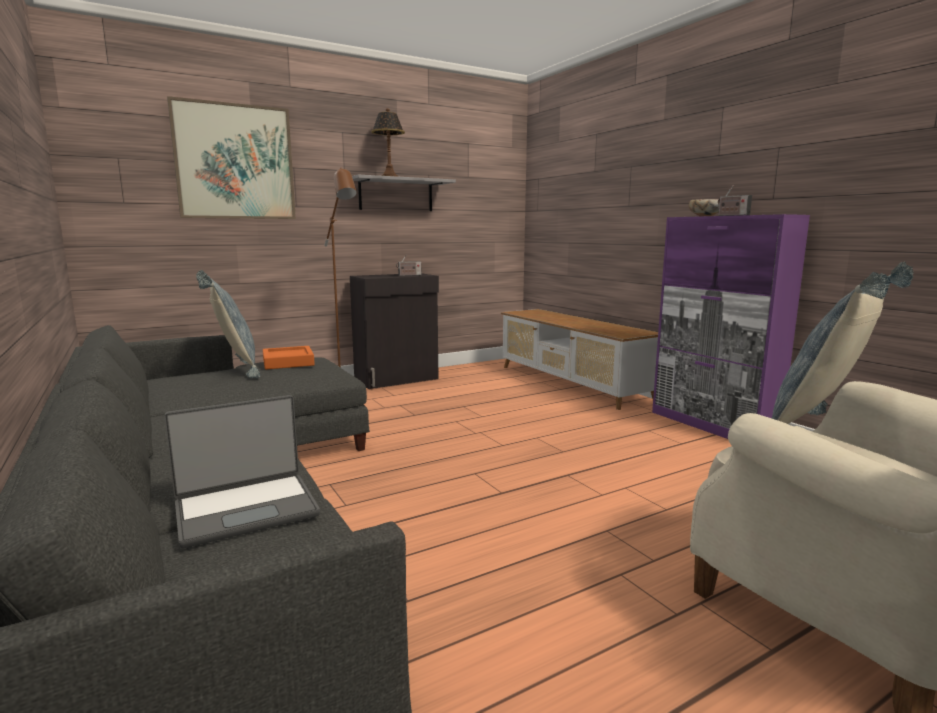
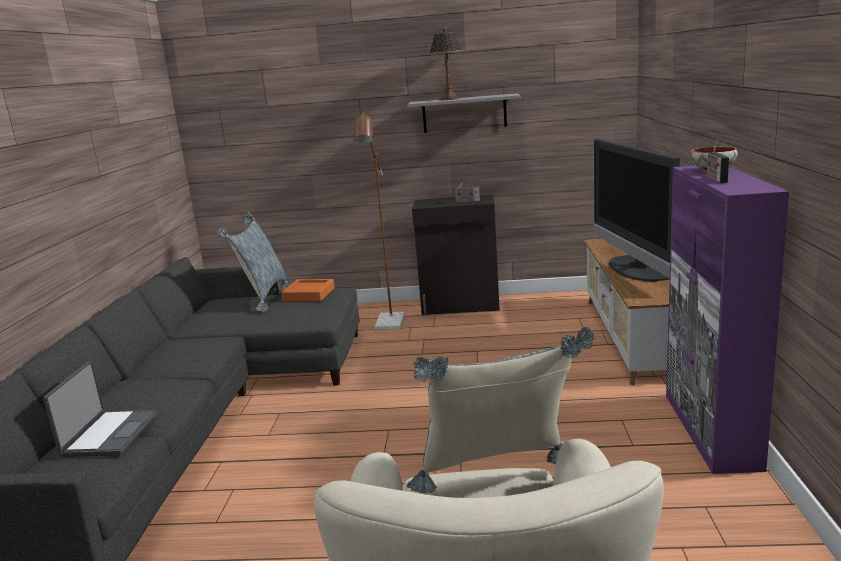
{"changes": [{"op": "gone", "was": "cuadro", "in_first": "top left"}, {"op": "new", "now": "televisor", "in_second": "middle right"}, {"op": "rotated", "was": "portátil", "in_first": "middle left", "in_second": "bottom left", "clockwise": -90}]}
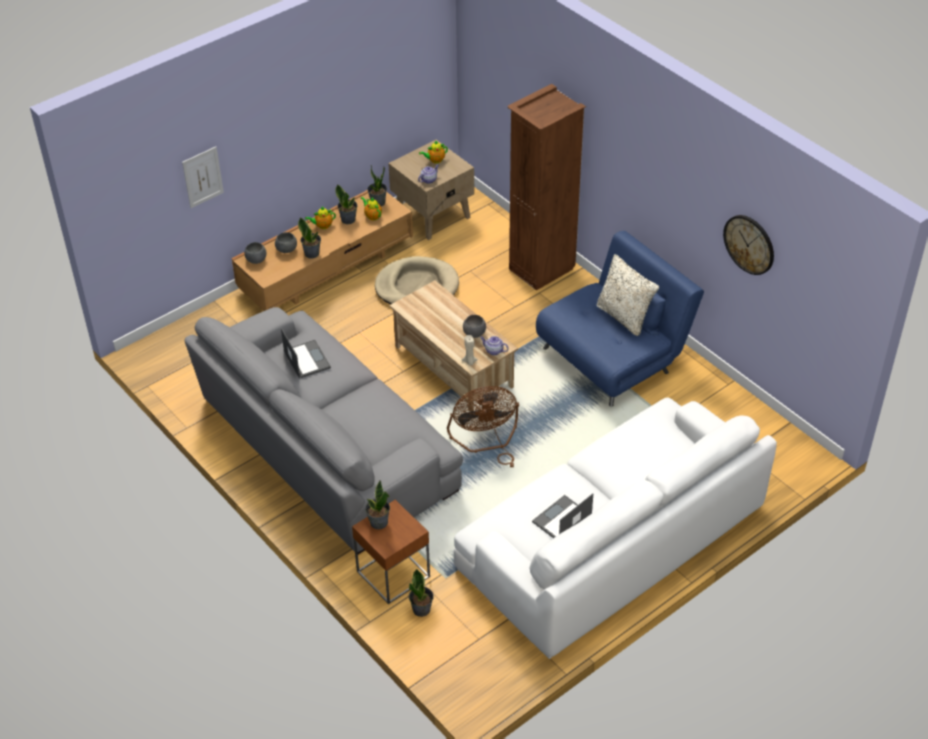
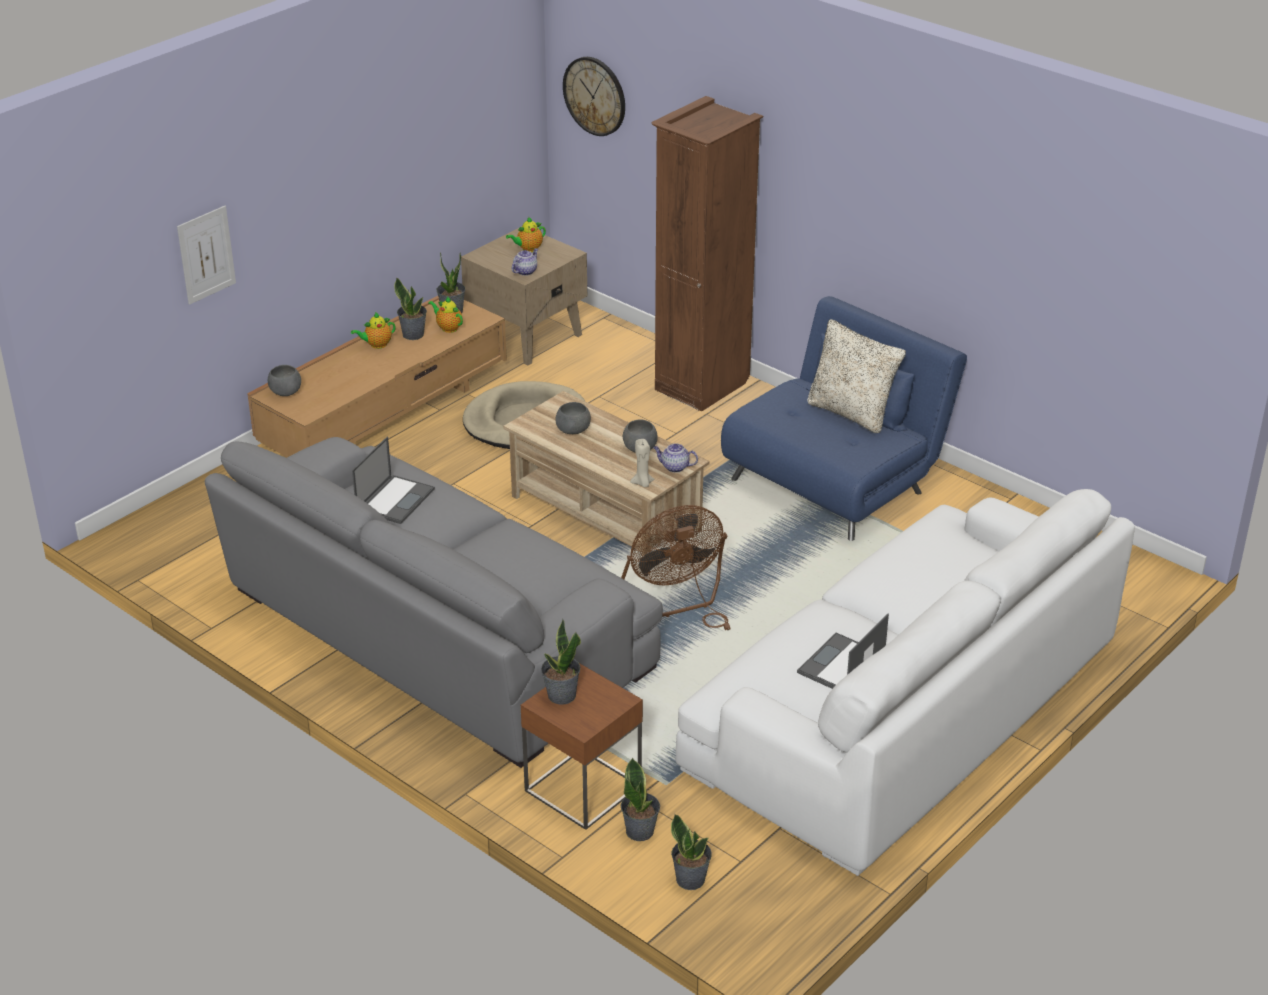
{"changes": [{"op": "shifted", "was": "cuenco (gris) (no. 2 from left)", "in_first": "top left", "in_second": "centre"}, {"op": "shifted", "was": "planta en maceta (no. 1 from left in the first image)", "now": "planta en maceta (no. 5 from left)", "in_first": "top left", "in_second": "bottom centre"}, {"op": "shifted", "was": "reloj de pared", "in_first": "top right", "in_second": "top centre"}, {"op": "rotated", "was": "portátil (no. 1 from left)", "in_first": "middle left", "in_second": "middle left", "clockwise": 60}]}
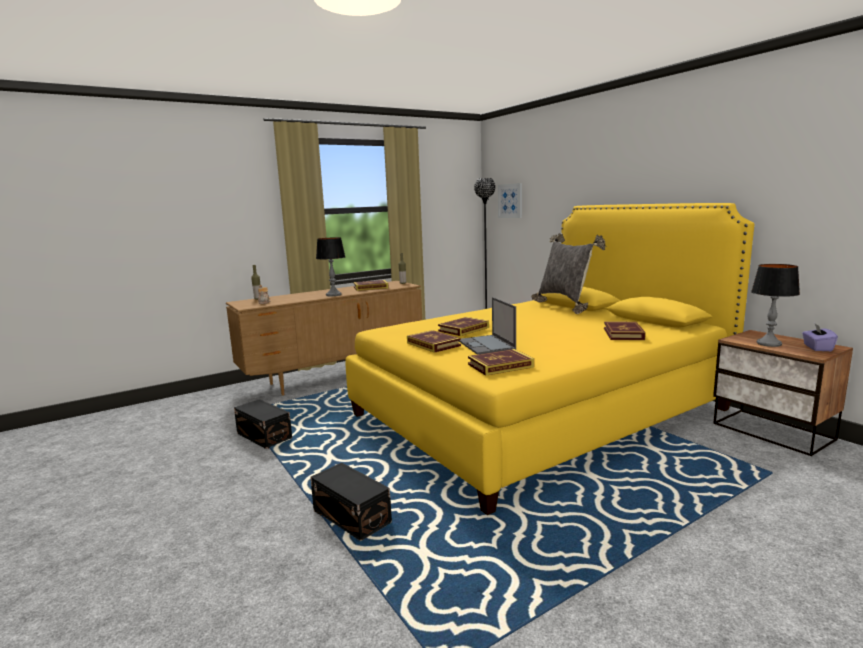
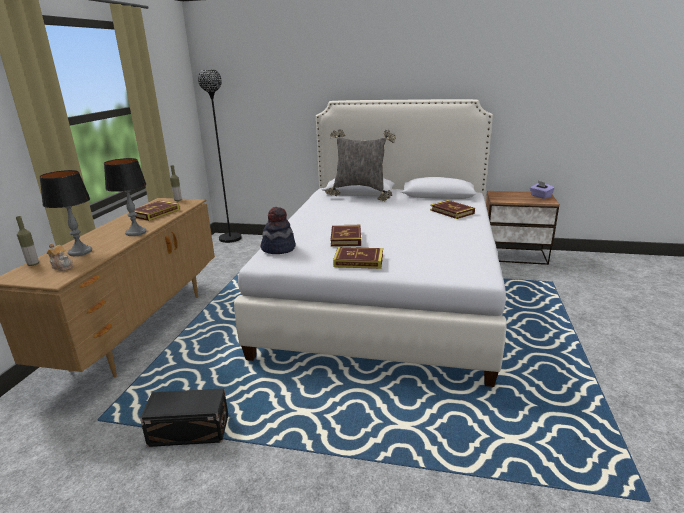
{"changes": [{"op": "gone", "was": "caja de almacenaje (negro) (no. 2 from left)", "in_first": "bottom centre"}, {"op": "gone", "was": "portátil", "in_first": "centre"}, {"op": "gone", "was": "libro (no. 4 from left)", "in_first": "centre"}, {"op": "gone", "was": "cuadro", "in_first": "top centre"}, {"op": "new", "now": "sombrero", "in_second": "centre"}, {"op": "shifted", "was": "lámpara de mesa (no. 2 from left in the first image)", "now": "lámpara de mesa (no. 1 from left)", "in_first": "middle right", "in_second": "middle left"}, {"op": "repainted", "was": "cama (amarillo)", "now": "cama (blanco)", "in_first": "centre", "in_second": "centre"}]}
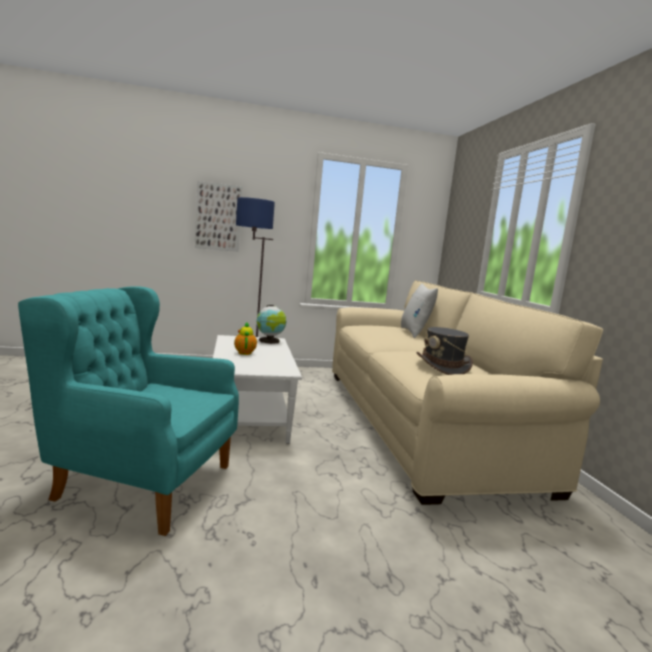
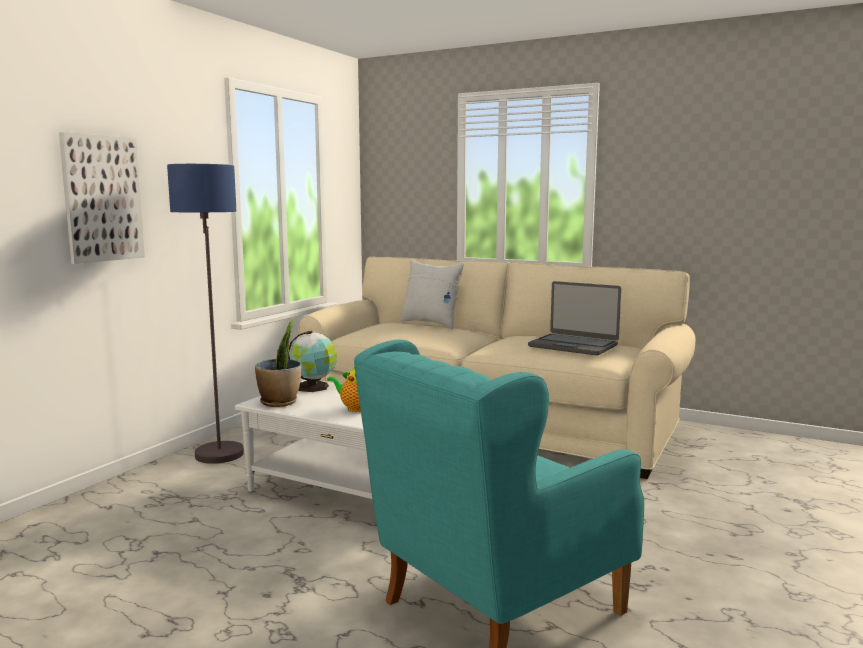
{"changes": [{"op": "new", "now": "planta en maceta", "in_second": "middle left"}, {"op": "swapped", "was": "sombrero (gris)", "now": "portátil", "in_first": "middle right", "in_second": "centre"}]}
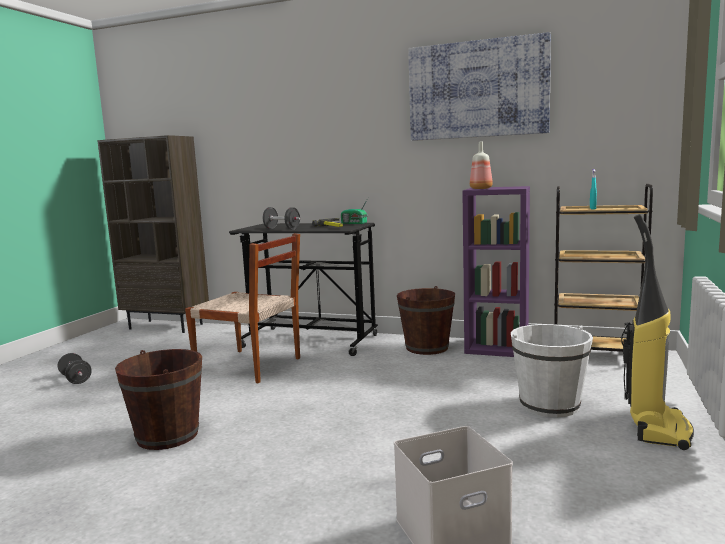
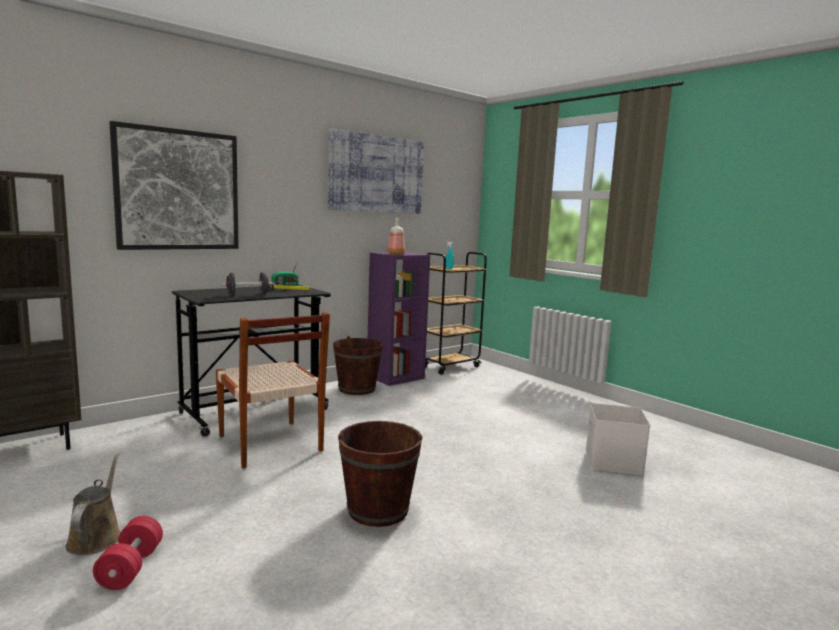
{"changes": [{"op": "gone", "was": "cubo (blanco)", "in_first": "bottom right"}, {"op": "gone", "was": "aspiradora", "in_first": "middle right"}, {"op": "new", "now": "mancuerna (rojo)", "in_second": "bottom left"}, {"op": "new", "now": "cuadro (no. 1 from left)", "in_second": "top left"}, {"op": "swapped", "was": "mancuerna (negro) (no. 1 from left)", "now": "regadera (marrón)", "in_first": "bottom left", "in_second": "bottom left"}, {"op": "rotated", "was": "silla", "in_first": "centre", "in_second": "middle left", "clockwise": 90}]}
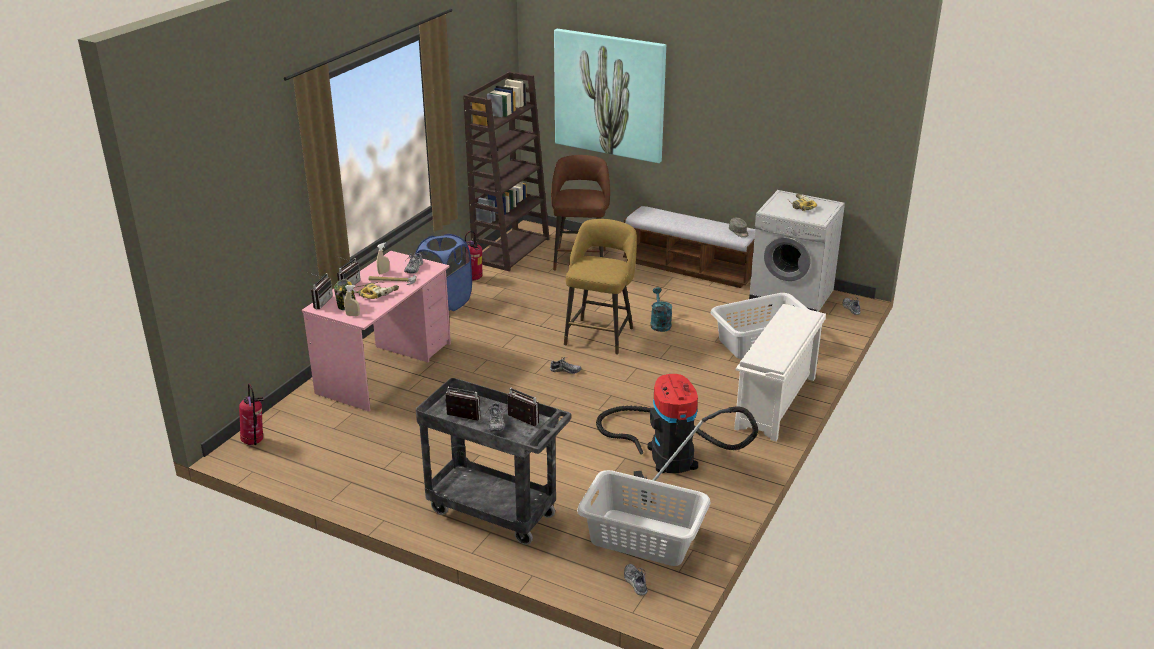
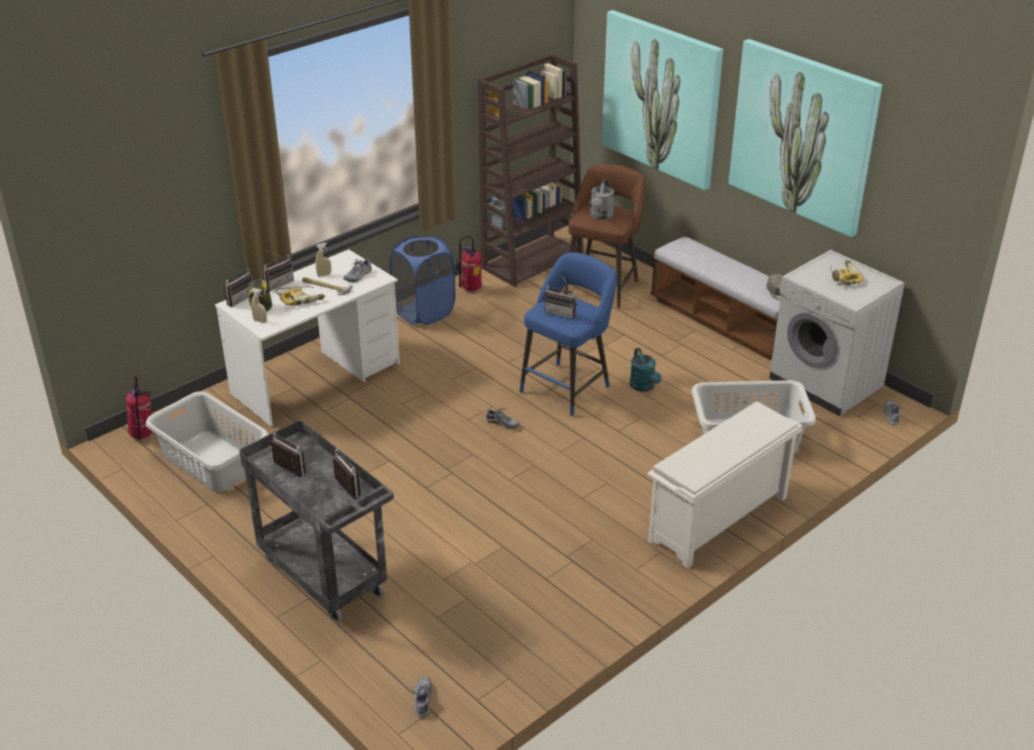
{"changes": [{"op": "gone", "was": "zapato (no. 2 from left)", "in_first": "centre"}, {"op": "gone", "was": "aspiradora", "in_first": "bottom centre"}, {"op": "new", "now": "radio (no. 5 from left)", "in_second": "centre"}, {"op": "new", "now": "regadera (gris)", "in_second": "top centre"}, {"op": "new", "now": "cuadro (no. 2 from left)", "in_second": "top right"}, {"op": "shifted", "was": "cesto de la ropa (gris) (no. 1 from left)", "in_first": "bottom centre", "in_second": "middle left"}, {"op": "repainted", "was": "escritorio (rosa)", "now": "escritorio (blanco)", "in_first": "middle left", "in_second": "middle left"}, {"op": "repainted", "was": "taburete (amarillo)", "now": "taburete (azul)", "in_first": "centre", "in_second": "centre"}, {"op": "rotated", "was": "regadera (turquesa)", "in_first": "centre", "in_second": "centre", "clockwise": 150}]}
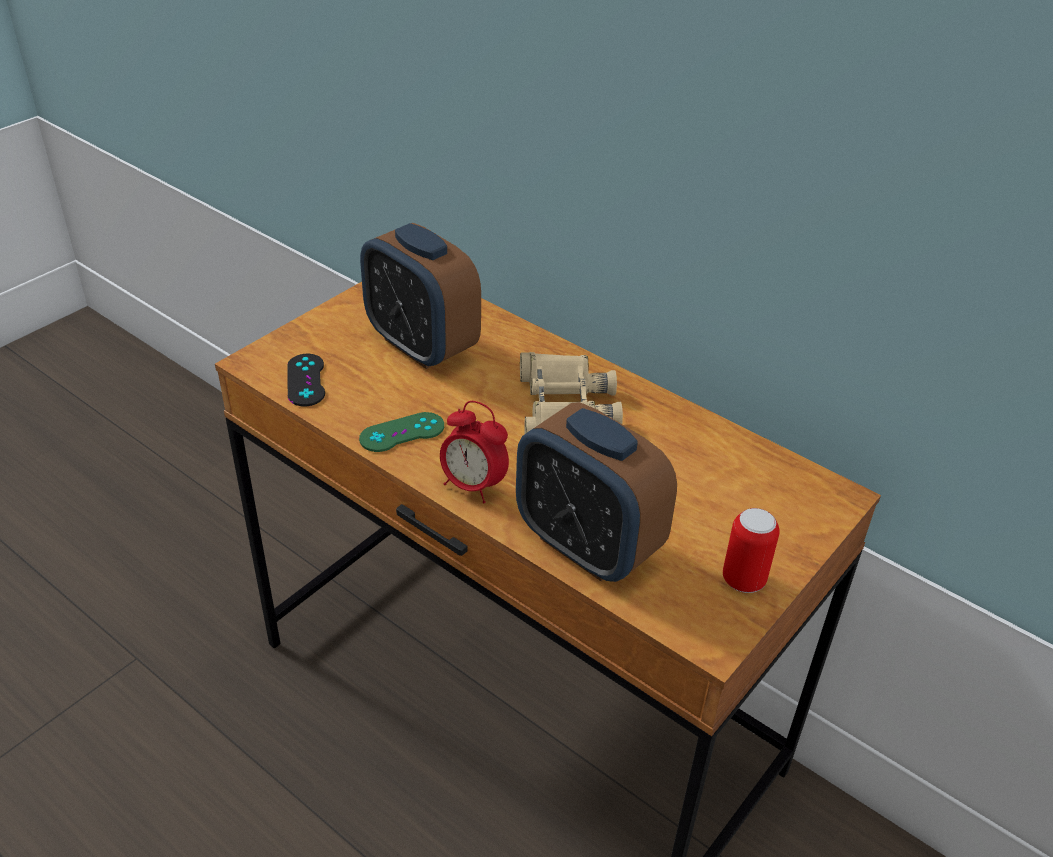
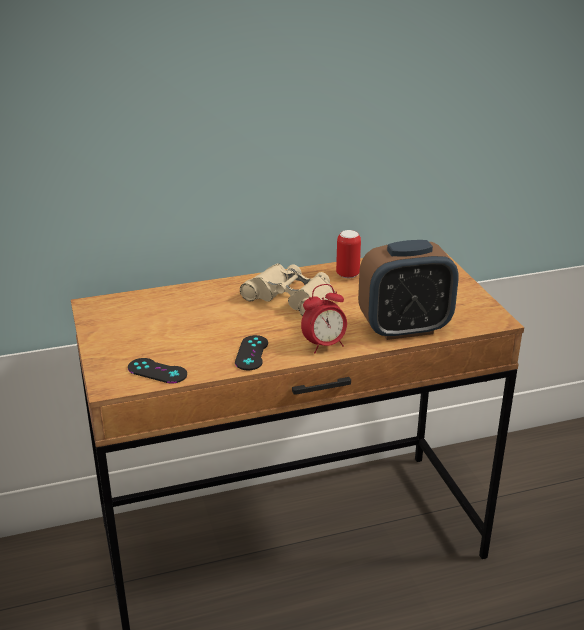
{"changes": [{"op": "gone", "was": "despertador (no. 1 from left)", "in_first": "centre"}, {"op": "shifted", "was": "lata", "in_first": "middle right", "in_second": "centre"}, {"op": "repainted", "was": "mando de consola (verde)", "now": "mando de consola (negro) (no. 2 from left)", "in_first": "centre", "in_second": "centre"}]}
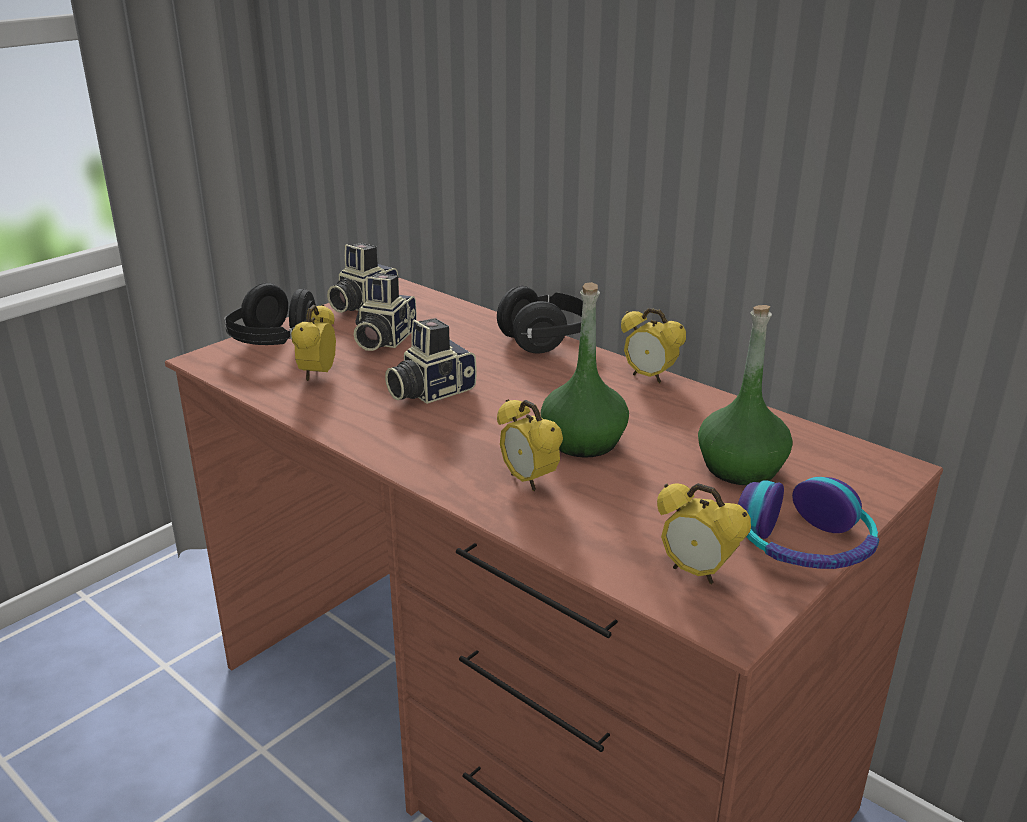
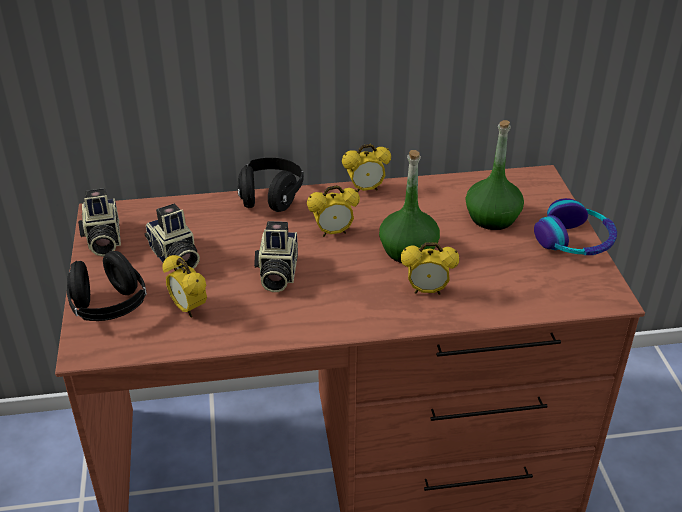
{"changes": [{"op": "shifted", "was": "despertador (no. 4 from left in the first image)", "now": "despertador (no. 2 from left)", "in_first": "middle right", "in_second": "centre"}]}
